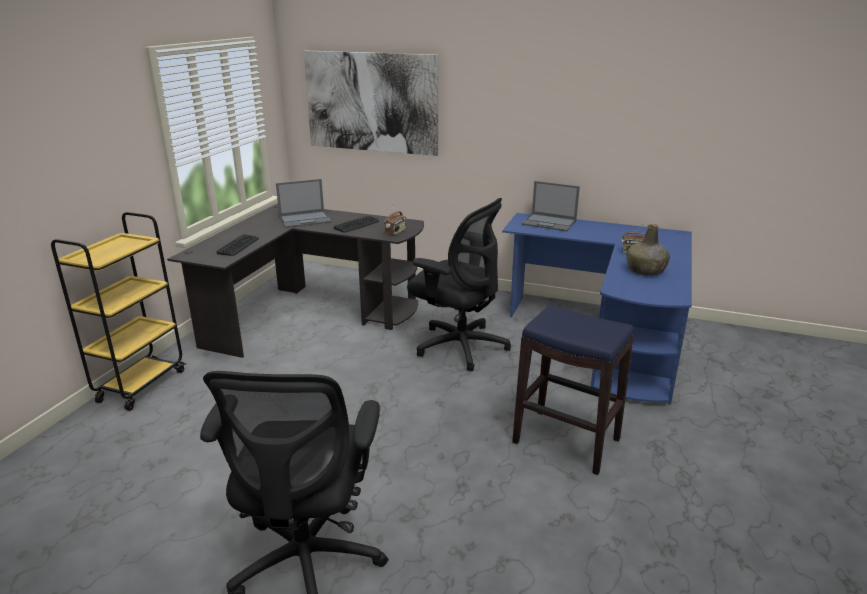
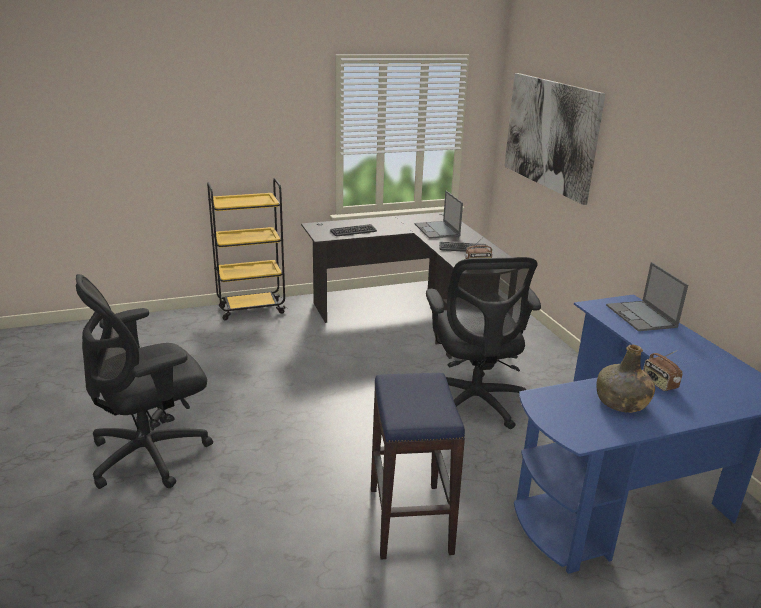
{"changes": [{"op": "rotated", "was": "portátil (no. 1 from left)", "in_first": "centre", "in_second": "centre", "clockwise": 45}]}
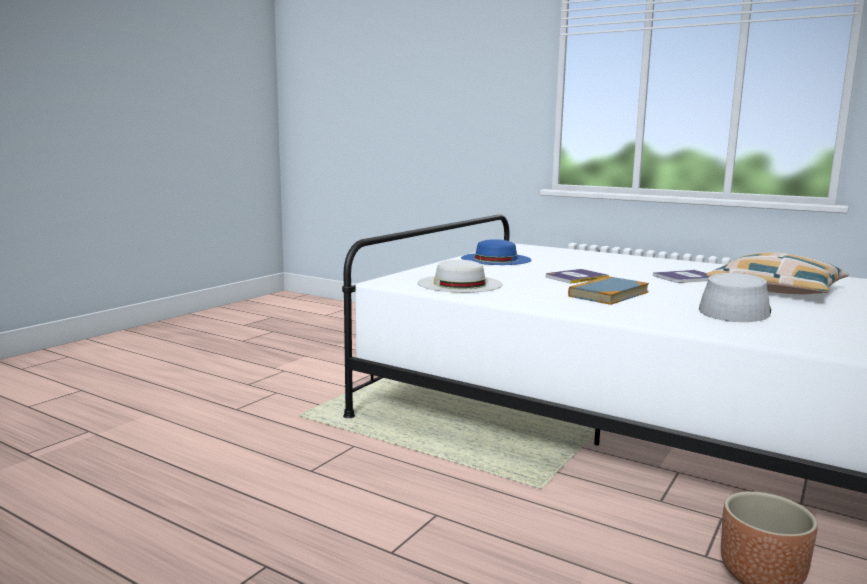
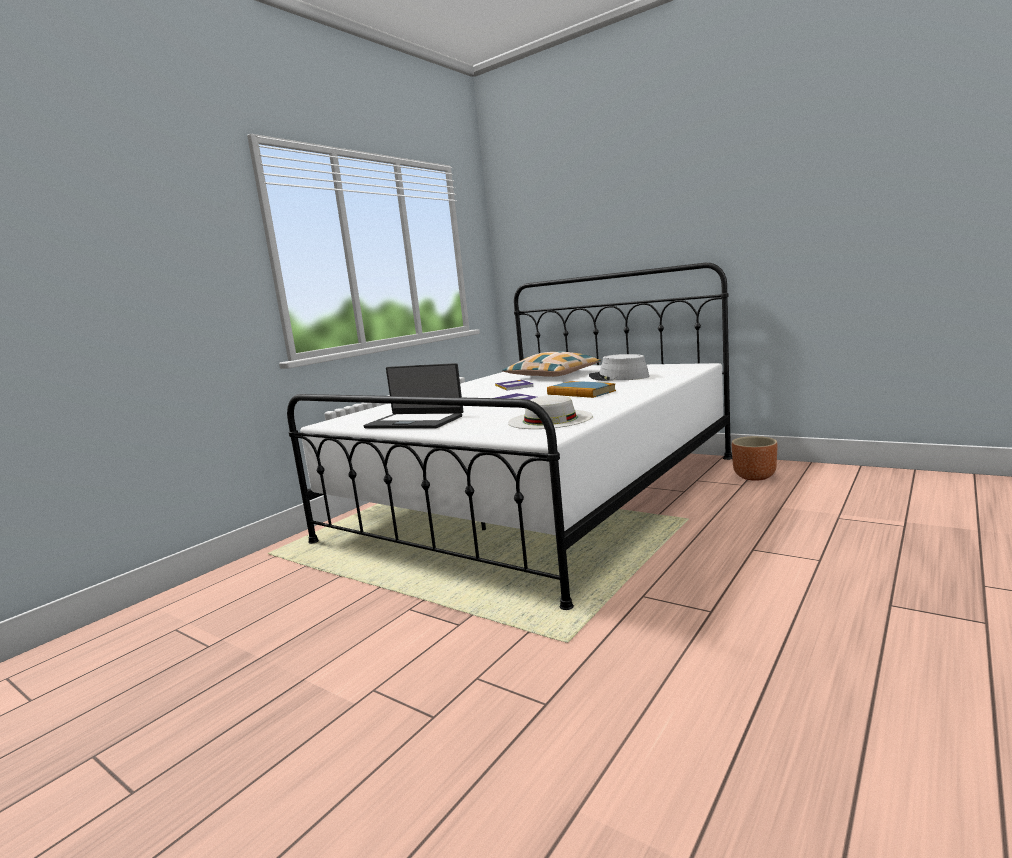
{"changes": [{"op": "swapped", "was": "sombrero (azul)", "now": "portátil", "in_first": "centre", "in_second": "centre"}]}
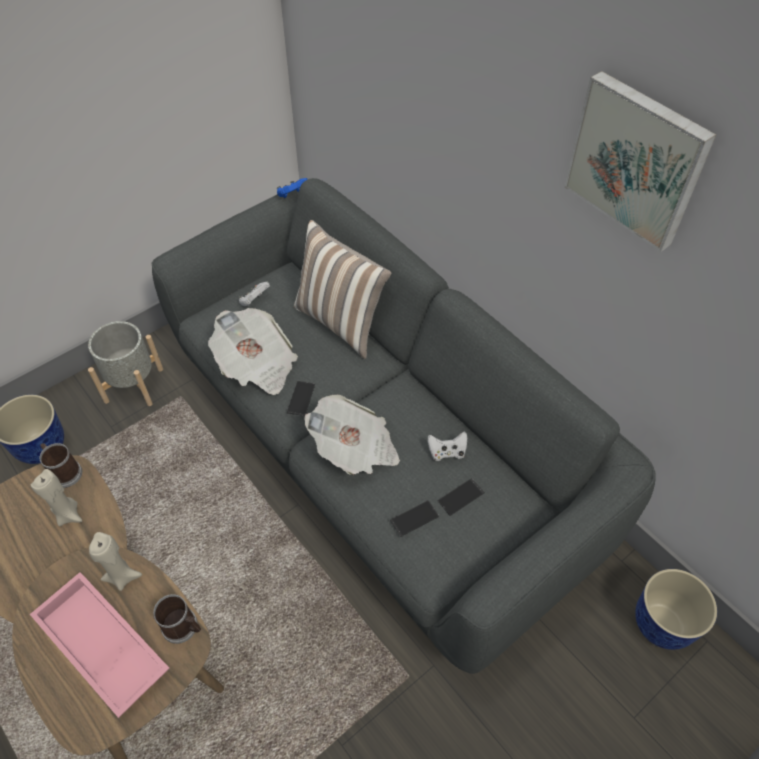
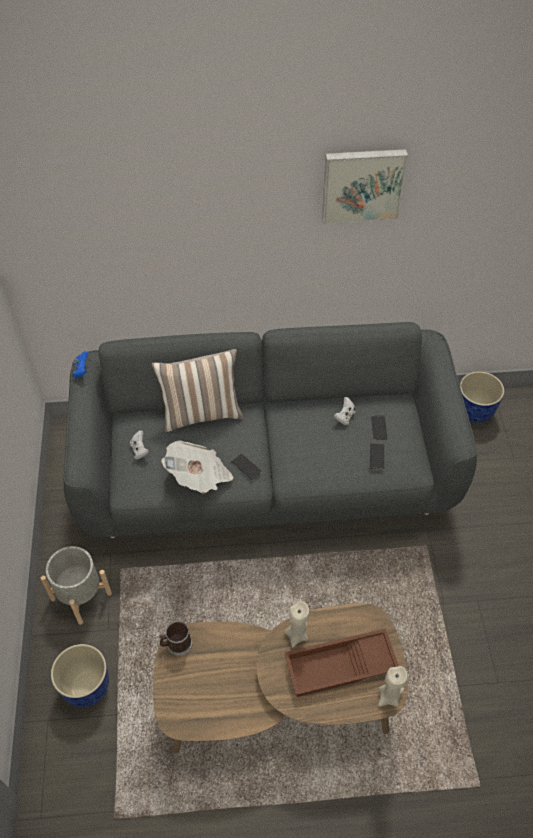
{"changes": [{"op": "gone", "was": "taza grande (no. 2 from left)", "in_first": "bottom left"}, {"op": "gone", "was": "periódico (no. 2 from left)", "in_first": "centre"}, {"op": "shifted", "was": "vela (beis) (no. 1 from left in the first image)", "now": "vela (beis) (no. 2 from left)", "in_first": "middle left", "in_second": "bottom right"}, {"op": "repainted", "was": "bandeja (rosa)", "now": "bandeja (marrón)", "in_first": "bottom left", "in_second": "bottom centre"}]}
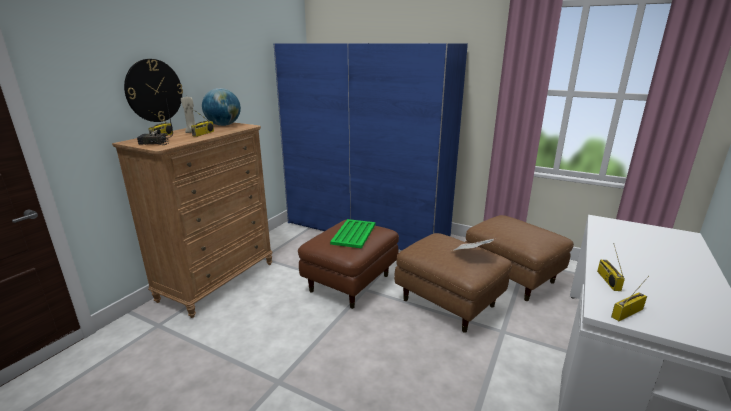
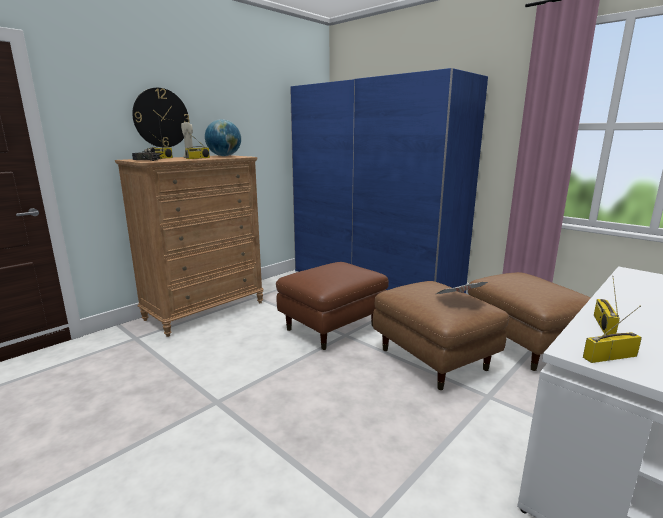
{"changes": [{"op": "gone", "was": "bandeja (verde)", "in_first": "centre"}]}
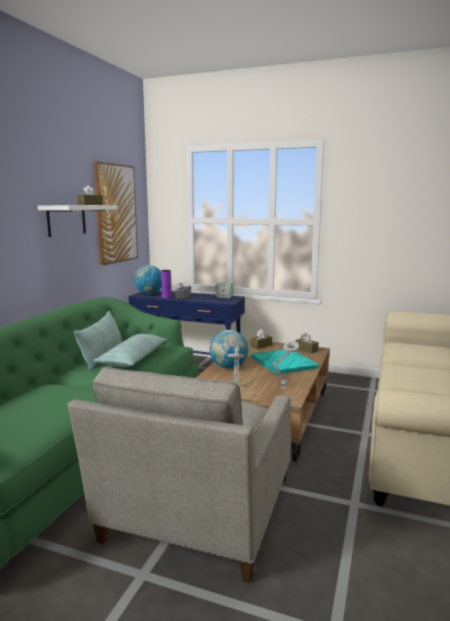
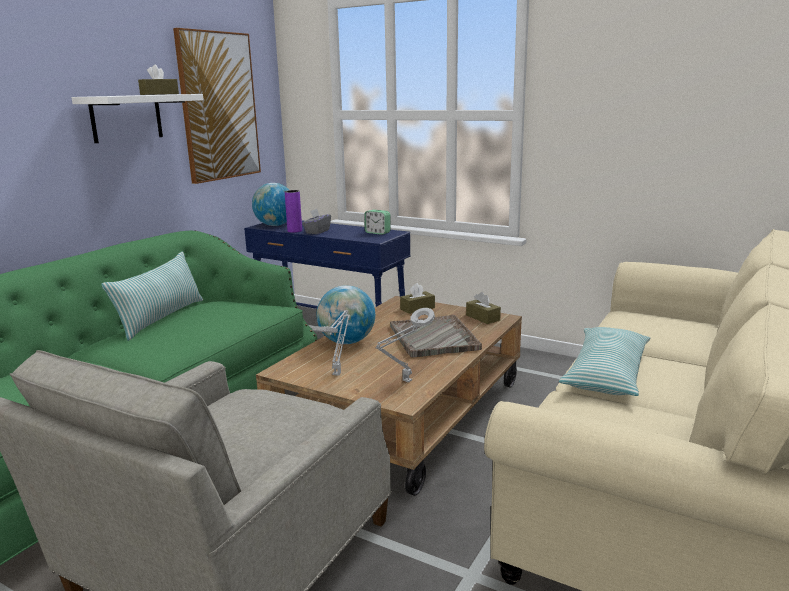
{"changes": [{"op": "shifted", "was": "cojín (no. 2 from left)", "in_first": "middle left", "in_second": "middle right"}, {"op": "repainted", "was": "bandeja (turquesa)", "now": "bandeja (gris)", "in_first": "centre", "in_second": "centre"}]}
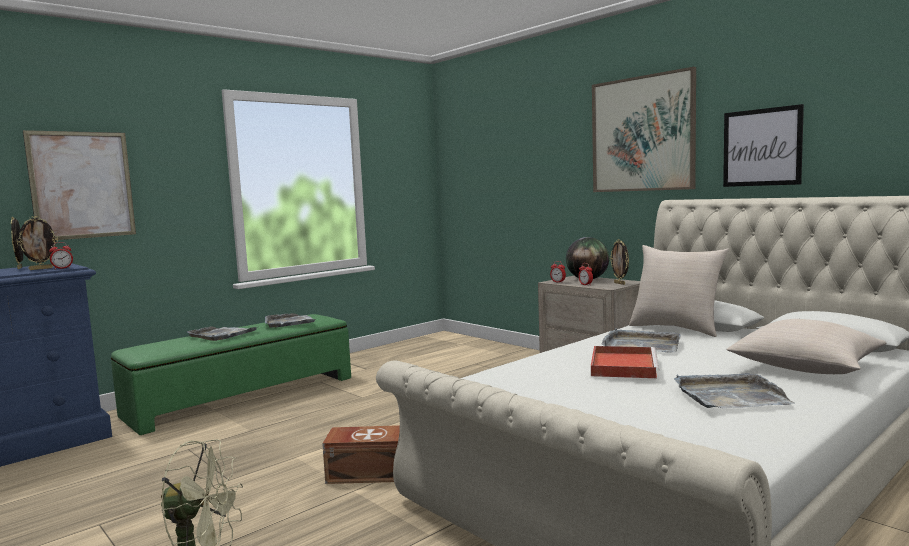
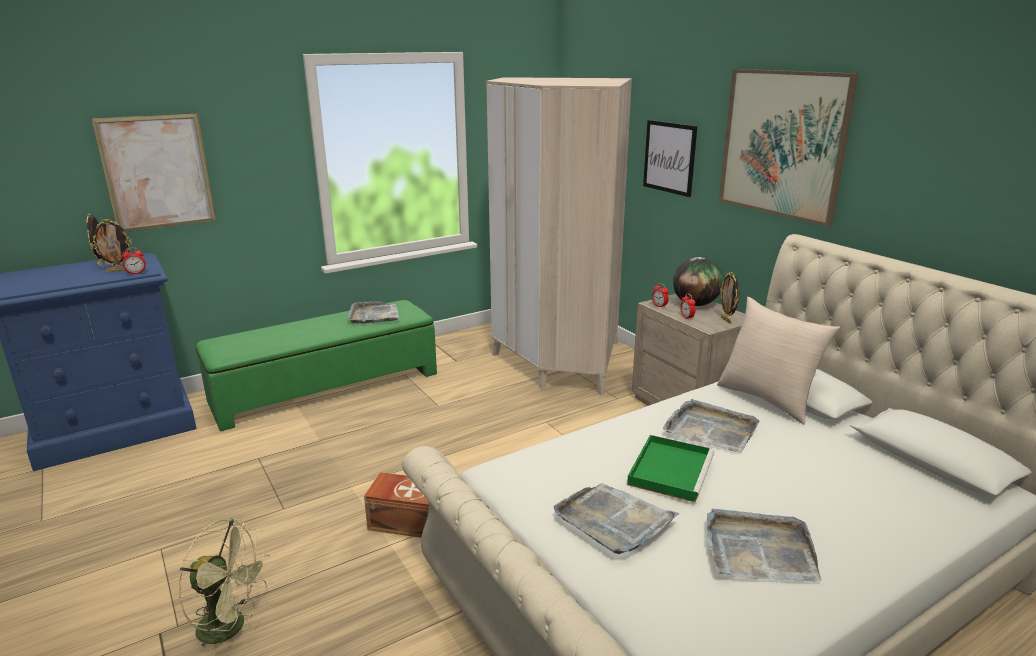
{"changes": [{"op": "gone", "was": "cojín (beis) (no. 2 from left)", "in_first": "middle right"}, {"op": "new", "now": "armario ropero (beis)", "in_second": "centre"}, {"op": "shifted", "was": "bandeja (gris) (no. 1 from left in the first image)", "now": "bandeja (gris) (no. 2 from left)", "in_first": "middle left", "in_second": "bottom centre"}, {"op": "shifted", "was": "cuadro (no. 3 from left in the first image)", "now": "cuadro (no. 2 from left)", "in_first": "top right", "in_second": "top centre"}, {"op": "repainted", "was": "bandeja (rojo)", "now": "bandeja (verde)", "in_first": "middle right", "in_second": "bottom centre"}]}
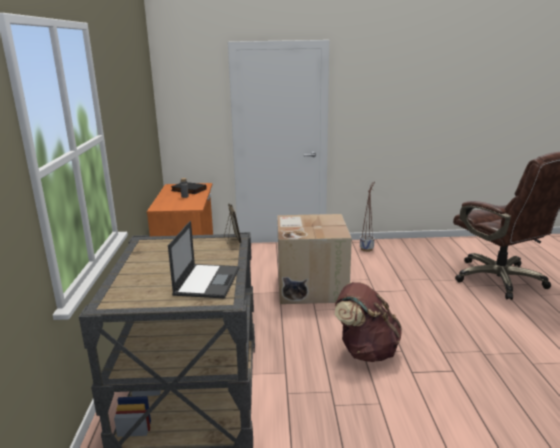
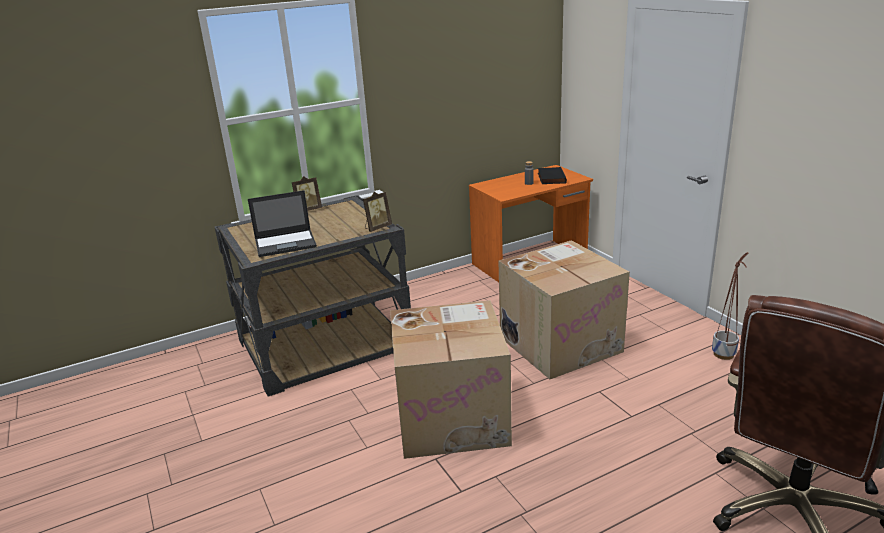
{"changes": [{"op": "new", "now": "portarretratos (no. 1 from left)", "in_second": "centre"}, {"op": "swapped", "was": "mochila (marrón)", "now": "caja de cartón (no. 1 from left)", "in_first": "bottom centre", "in_second": "bottom centre"}]}
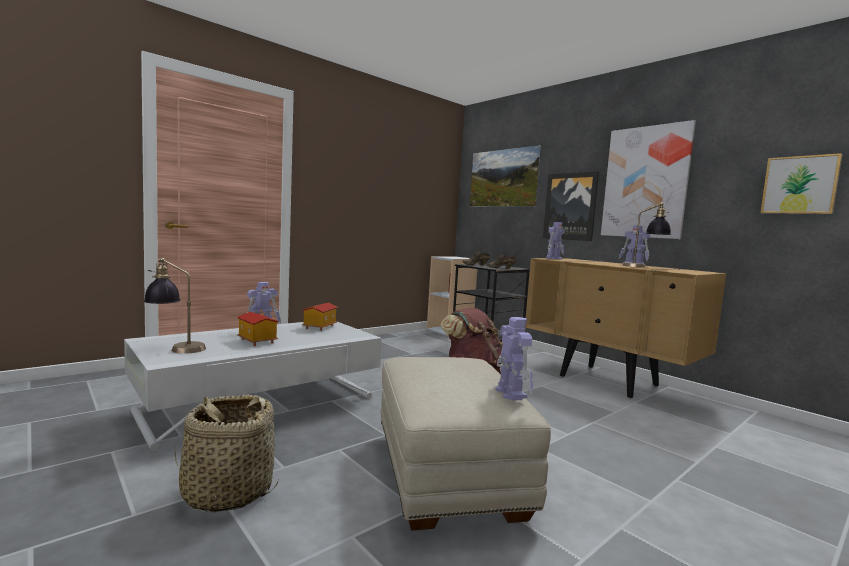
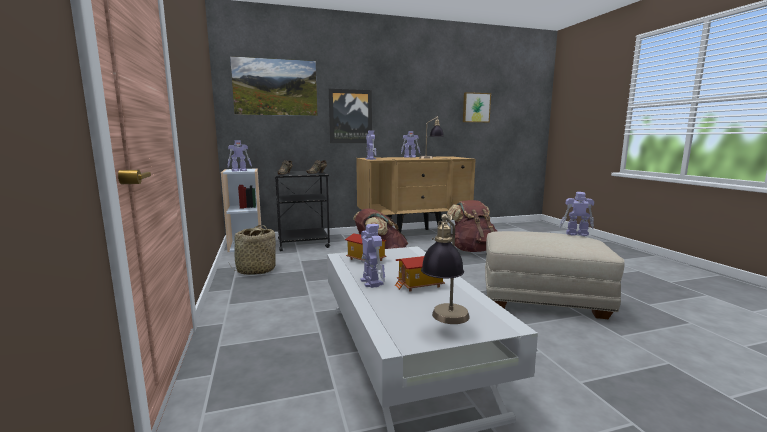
{"changes": [{"op": "gone", "was": "cuadro (no. 3 from left)", "in_first": "top right"}, {"op": "new", "now": "robot de juguete (no. 1 from left)", "in_second": "middle left"}, {"op": "new", "now": "mochila (marrón) (no. 2 from left)", "in_second": "centre"}, {"op": "shifted", "was": "cesta", "in_first": "bottom left", "in_second": "middle left"}]}
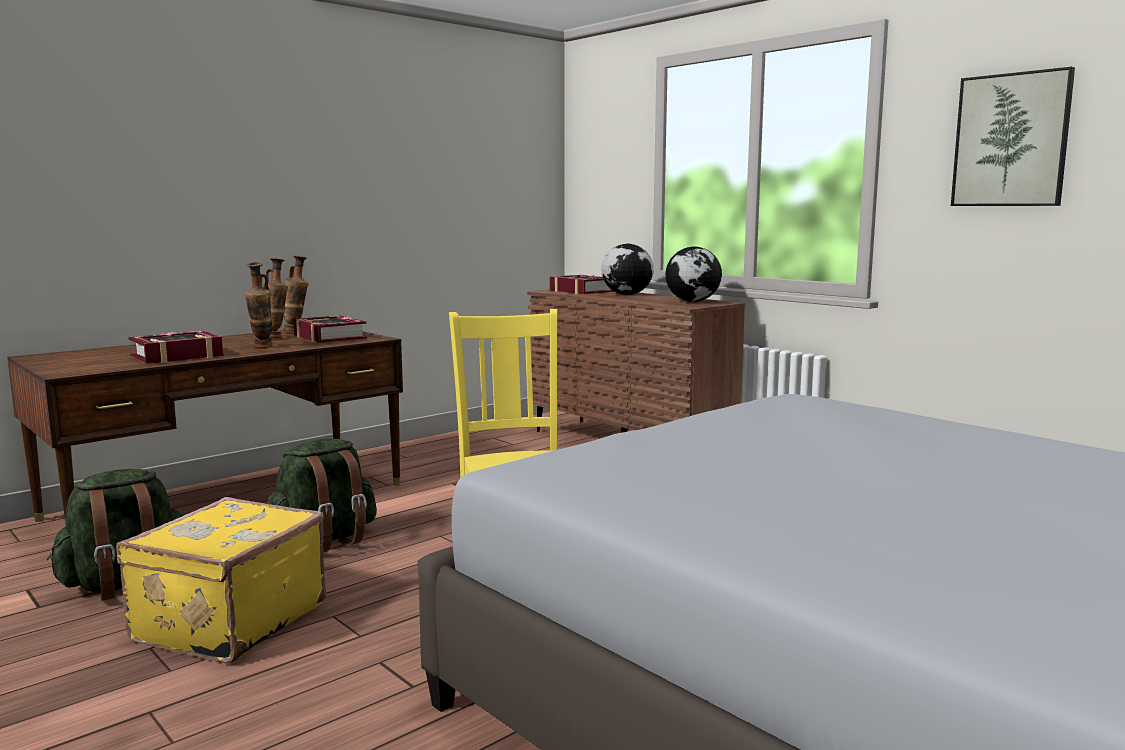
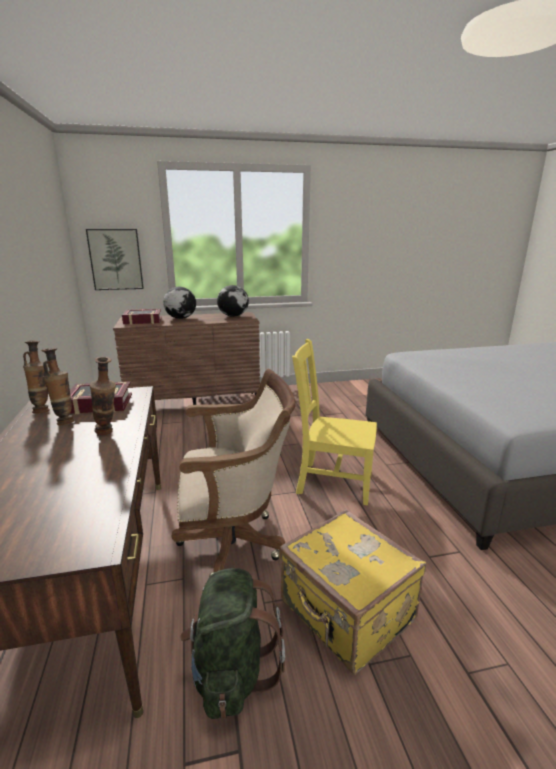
{"changes": [{"op": "gone", "was": "libro (no. 1 from left)", "in_first": "middle left"}, {"op": "shifted", "was": "cuadro", "in_first": "top right", "in_second": "middle left"}, {"op": "swapped", "was": "mochila (verde) (no. 2 from left)", "now": "silla de oficina", "in_first": "middle left", "in_second": "centre"}]}
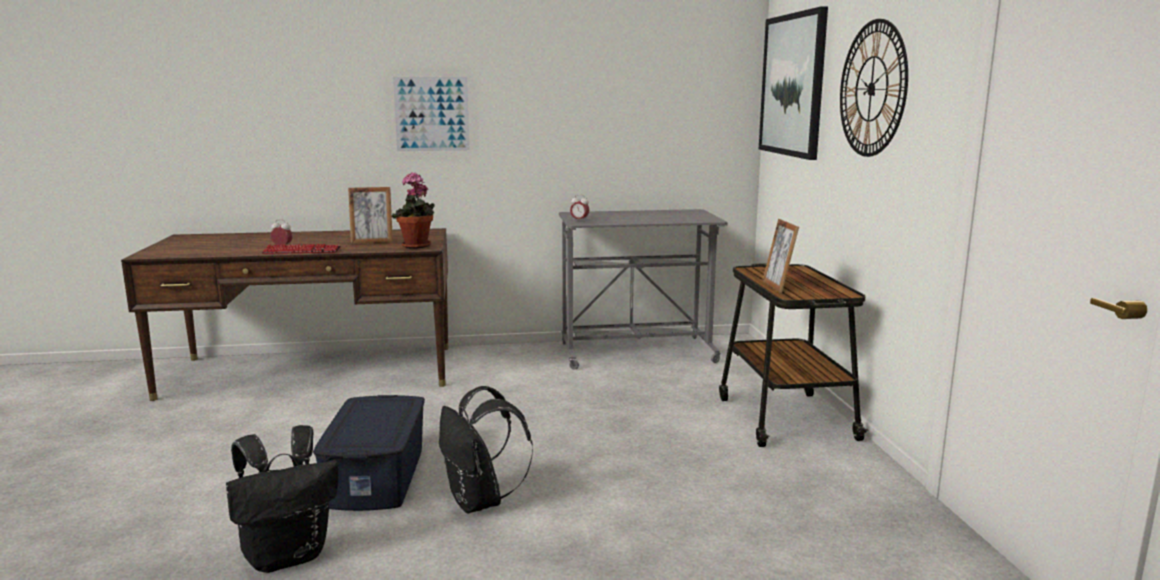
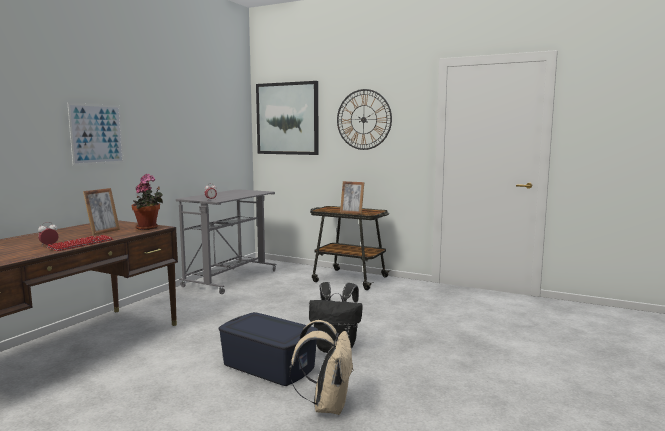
{"changes": [{"op": "repainted", "was": "mochila (negro) (no. 1 from left)", "now": "mochila (beis)", "in_first": "bottom left", "in_second": "bottom centre"}]}
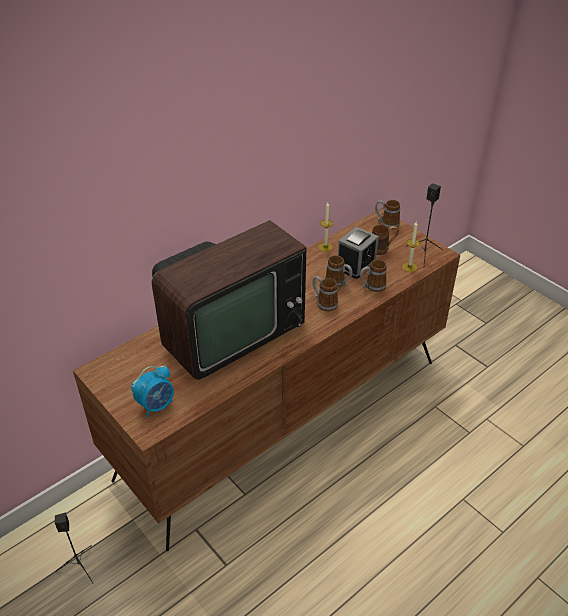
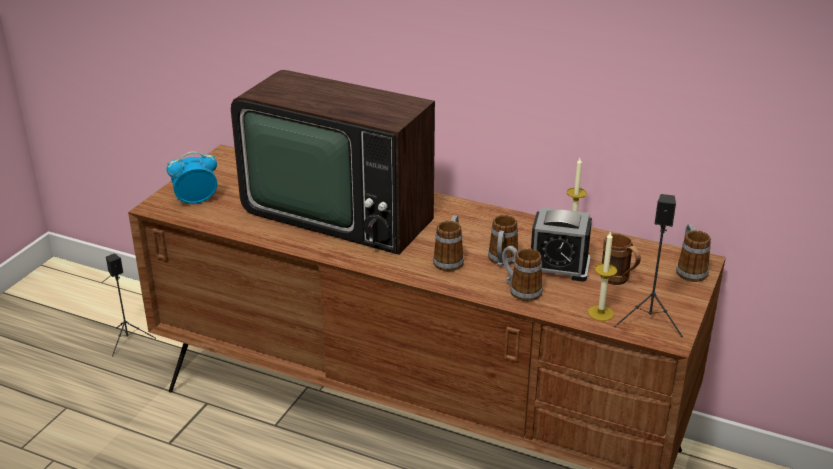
{"changes": [{"op": "rotated", "was": "despertador (no. 1 from left)", "in_first": "middle left", "in_second": "middle left", "clockwise": 135}]}
